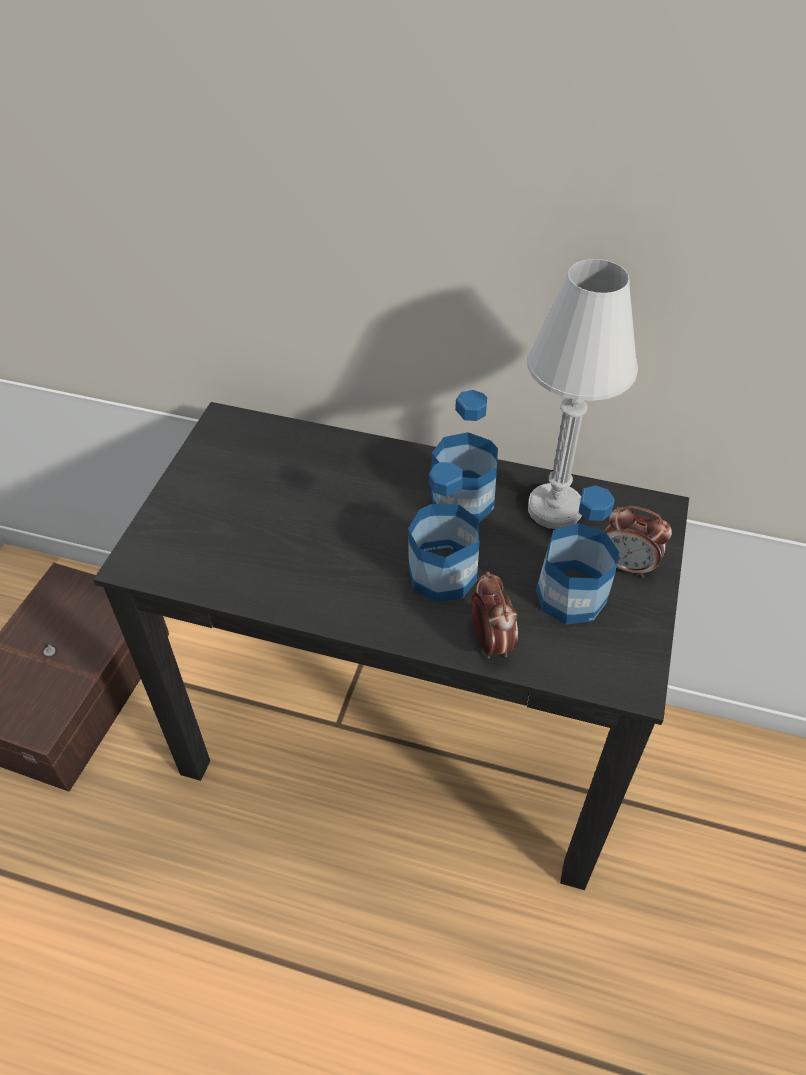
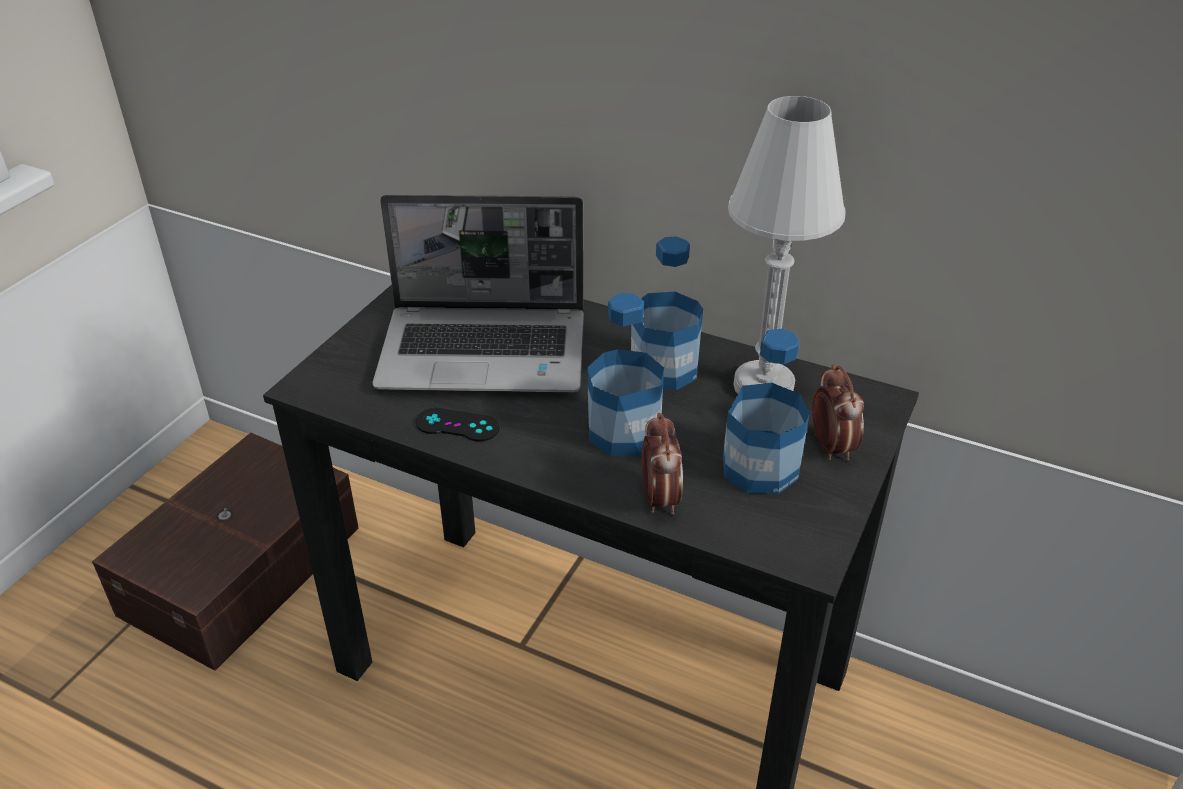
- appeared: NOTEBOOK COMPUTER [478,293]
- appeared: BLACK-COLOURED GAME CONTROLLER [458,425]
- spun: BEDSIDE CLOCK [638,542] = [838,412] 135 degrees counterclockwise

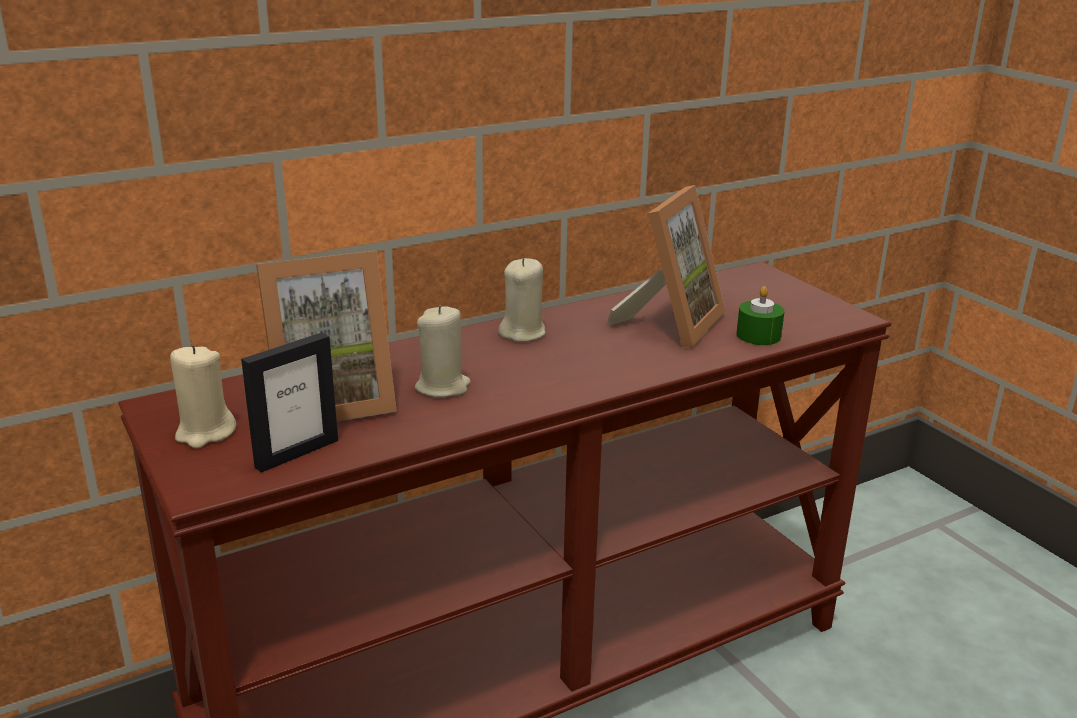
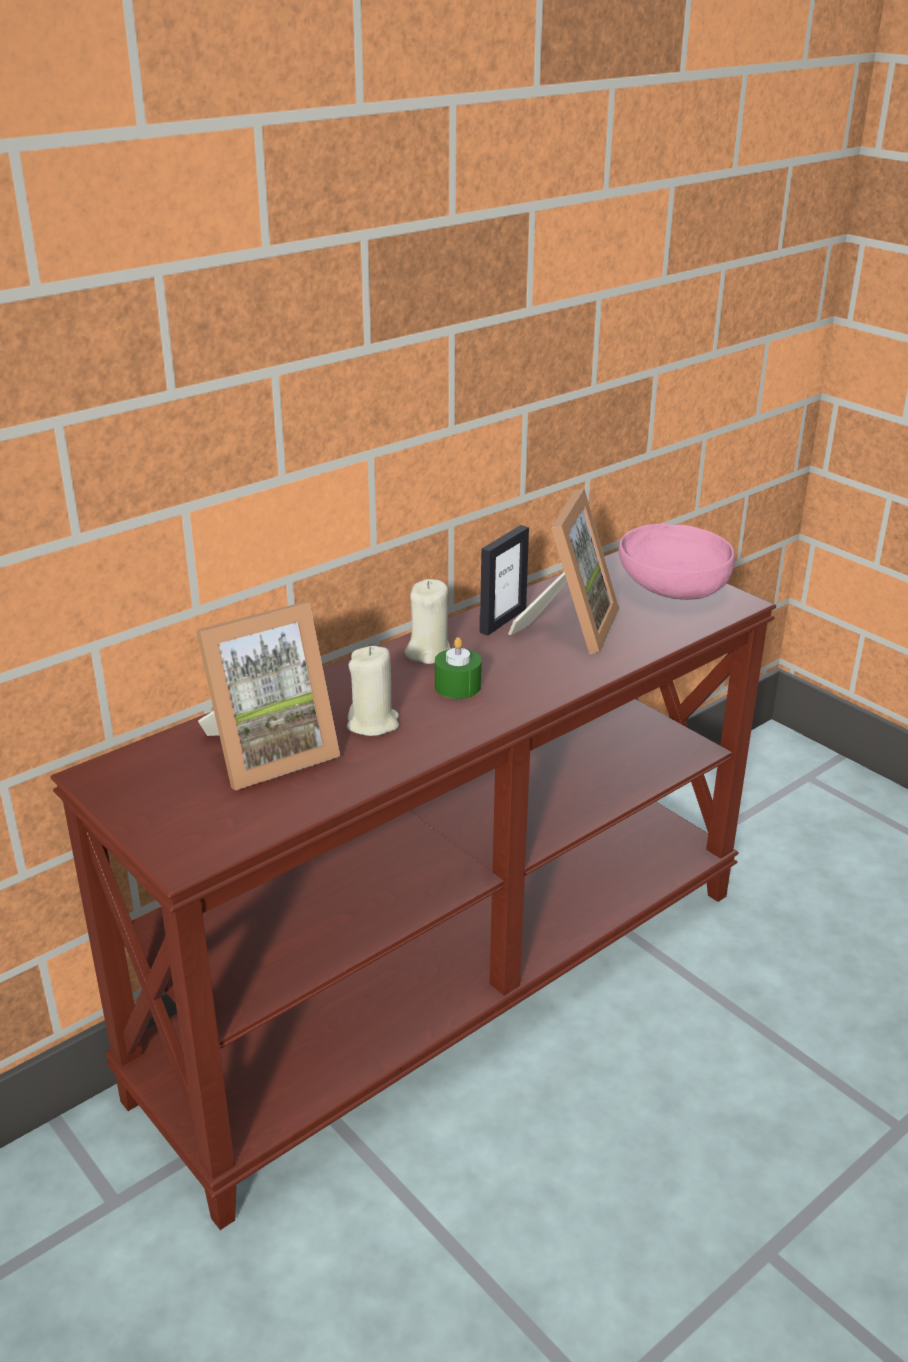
- missing: BEIGE WAX CANDLE [203,397]
- appeared: PINK SERVING BOWL [677,562]
- relocated: STANDING FRAME [289,402] to [504,580]
- relocated: GREENISH WAX CANDLE [761,315] to [458,668]

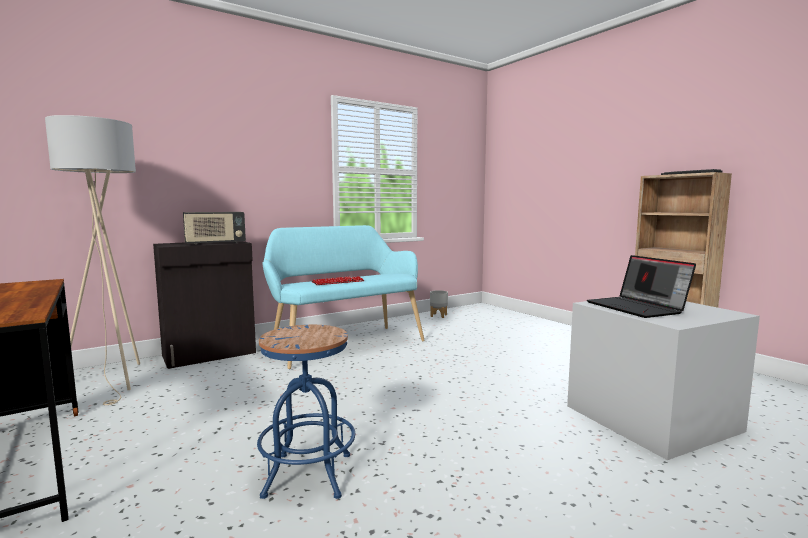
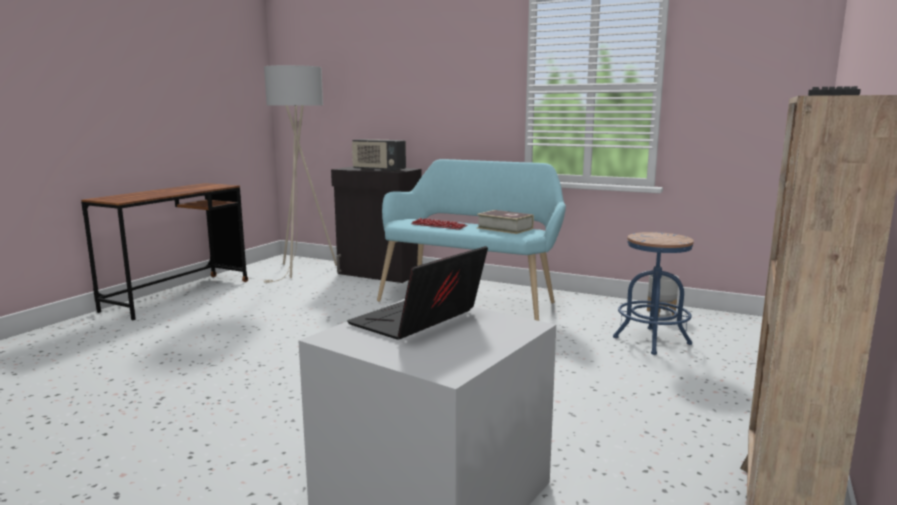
- appeared: BOUND BOOK [505,222]
- relocated: BLUE-COLOURED STOOL [306,412] to [653,293]

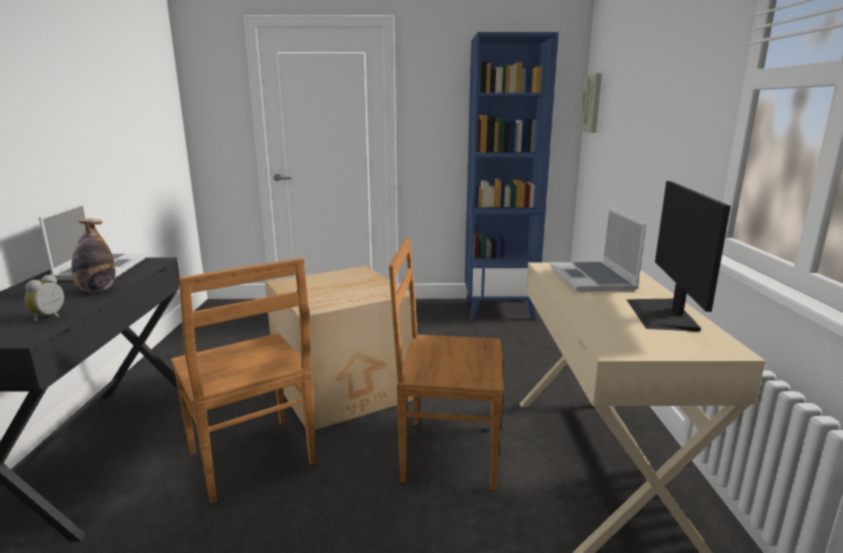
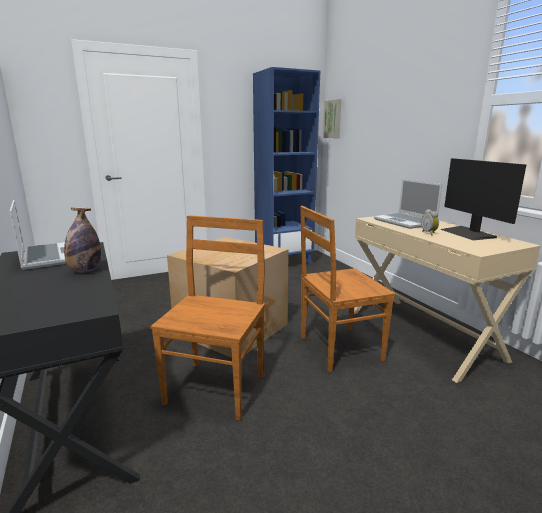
- relocated: BEDSIDE CLOCK [44,298] to [430,222]
- spun: BROWN-COLOURED UPRIGHT CHAIR [243,380] = [207,317] 105 degrees counterclockwise

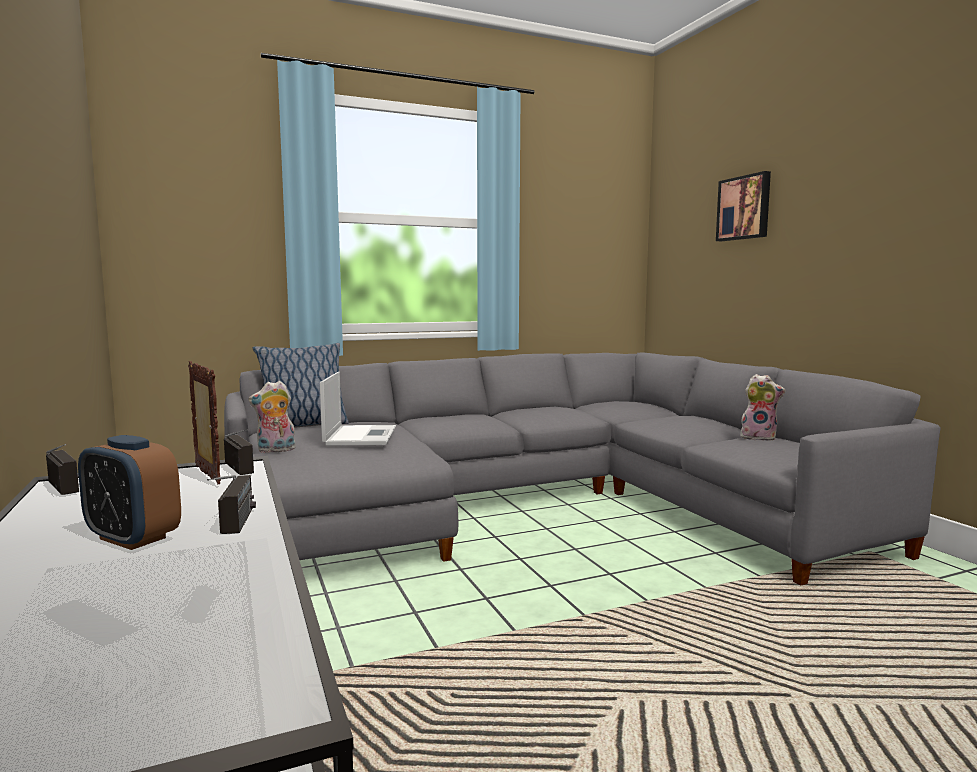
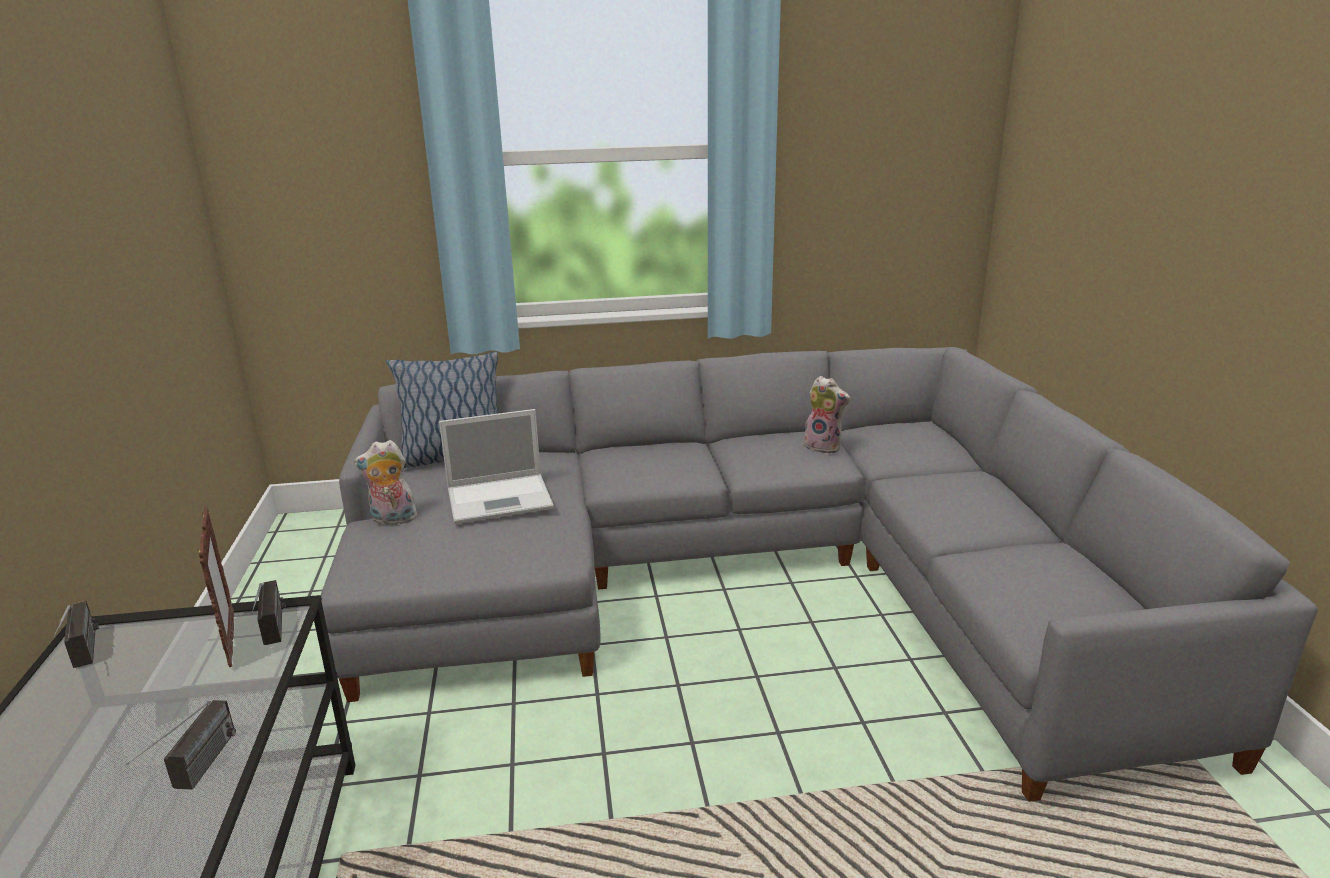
- missing: BEDSIDE CLOCK [129,492]
- missing: WALL ART [743,206]
- relocated: CUDDLY TOY [762,407] to [826,415]
- spun: NOTEBOOK COMPUTER [358,408] = [496,466] 60 degrees clockwise

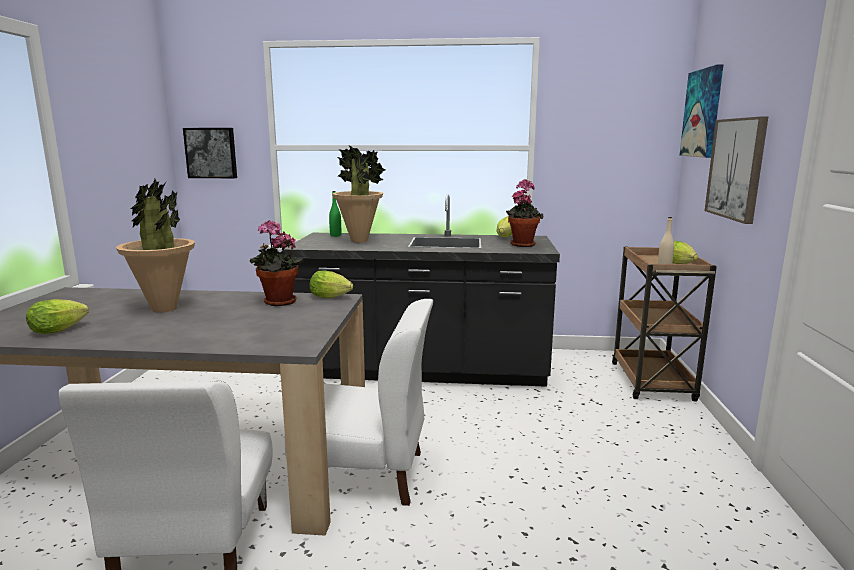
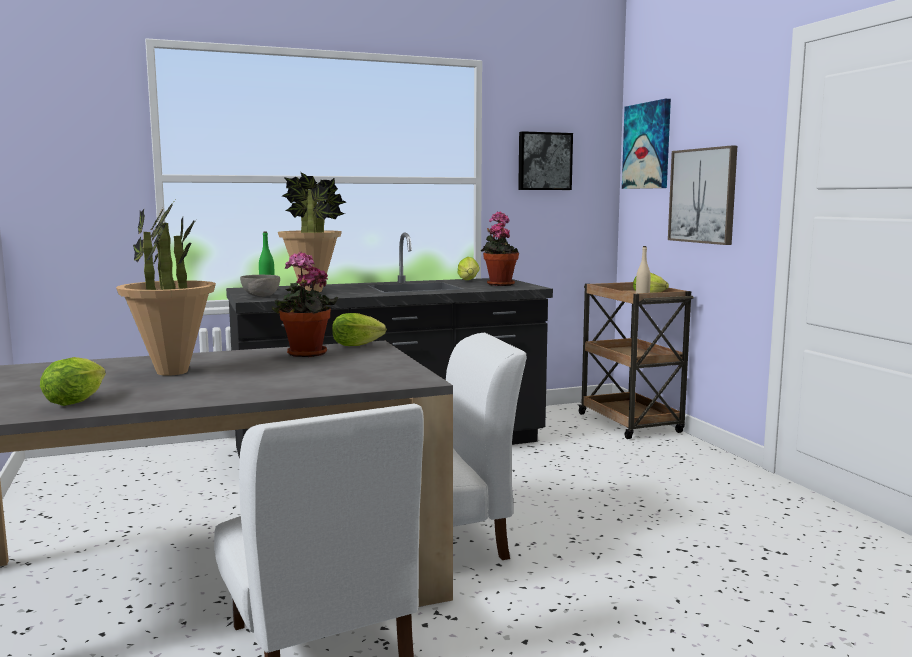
- appeared: GREY SERVING BOWL [260,286]
- relocated: WALL ART [210,153] to [545,160]

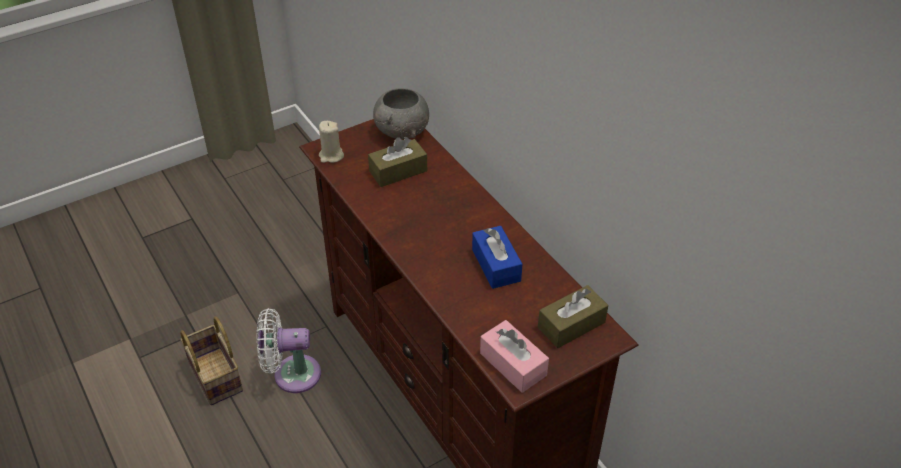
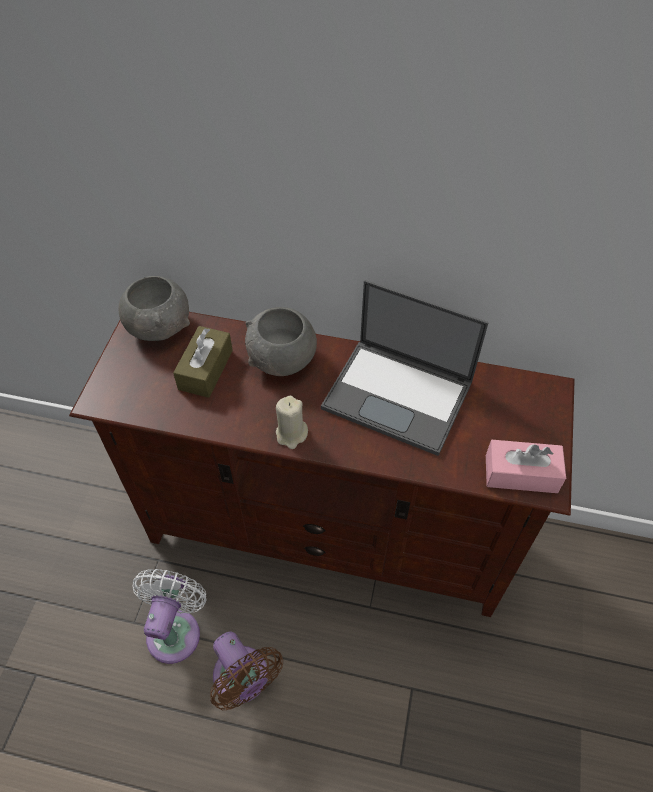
- missing: STORAGE BASKET [211,360]
- missing: BROWN-COLOURED TISSUE HOLDER [573,316]
- appeared: BROWN-COLOURED COOLING FAN [246,670]
- appeared: GREY SERVING BOWL [281,341]
- relocated: BEIGE WAX CANDLE [331,142] to [292,422]
- exchanged: BLUE-COLOURED TISSUE HOLDER [497,257] to NOTEBOOK COMPUTER [405,368]
- spun: WHITE COOLING FAN [289,350] = [169,616] 150 degrees clockwise

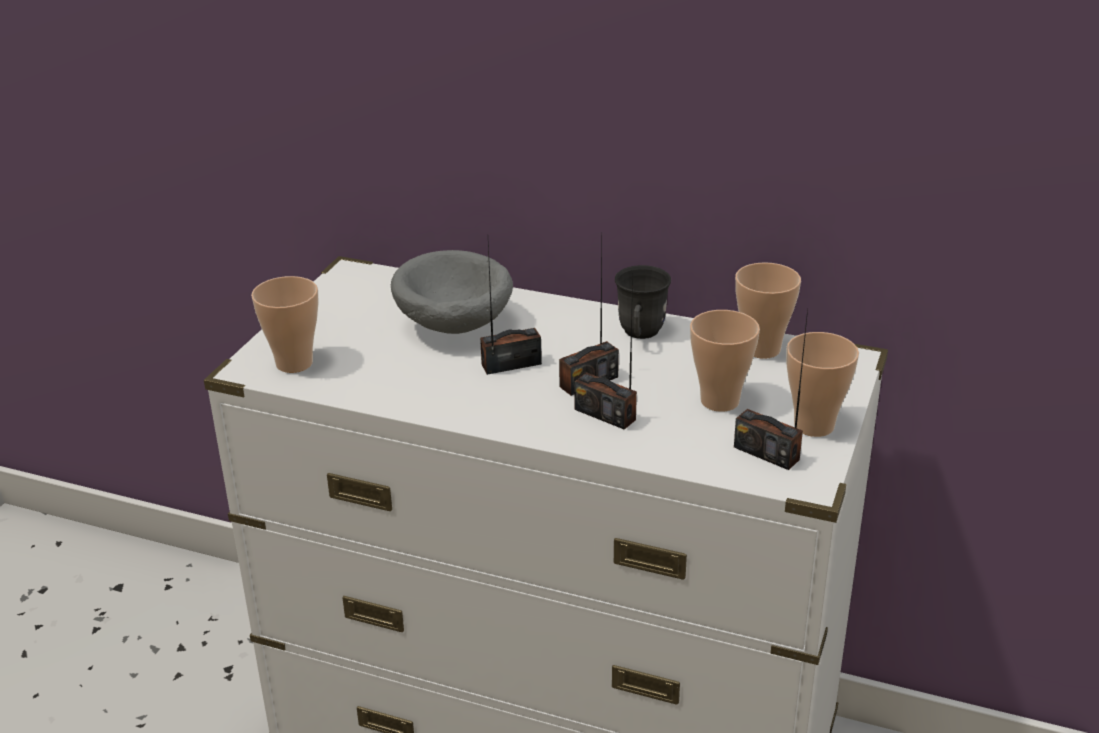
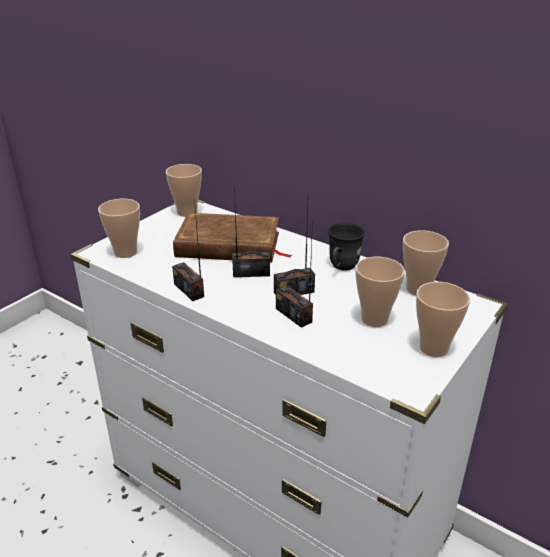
- appeared: DRINKING CUP [184,190]
- relocated: RADIO RECEIVER [771,389] to [188,250]
- exchanged: GREY SERVING BOWL [452,292] to BROWN-COLOURED BOUND BOOK [232,237]

